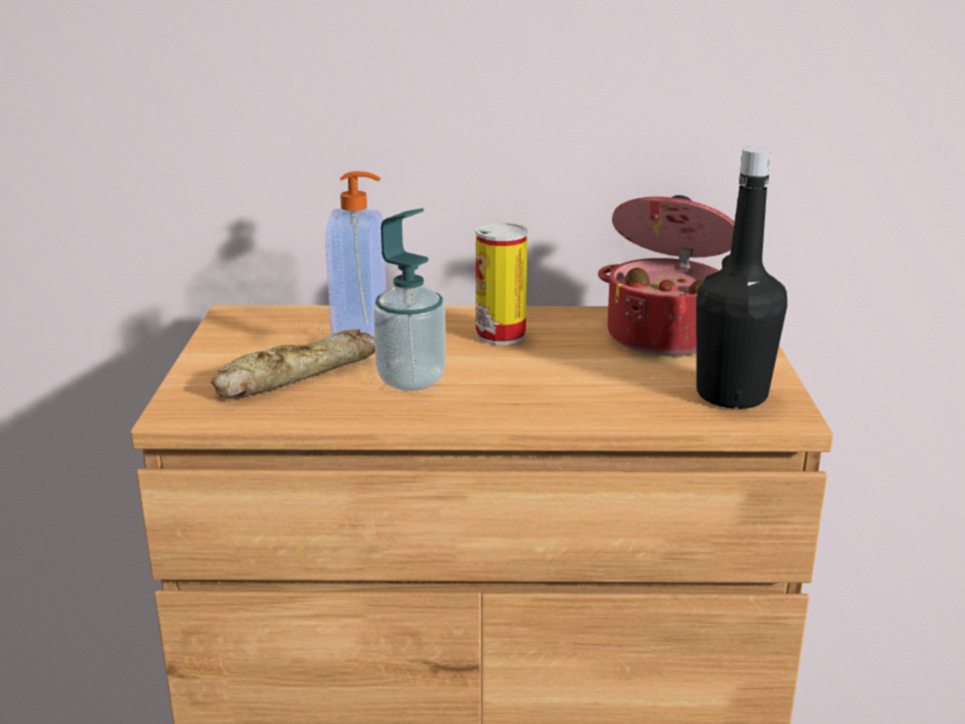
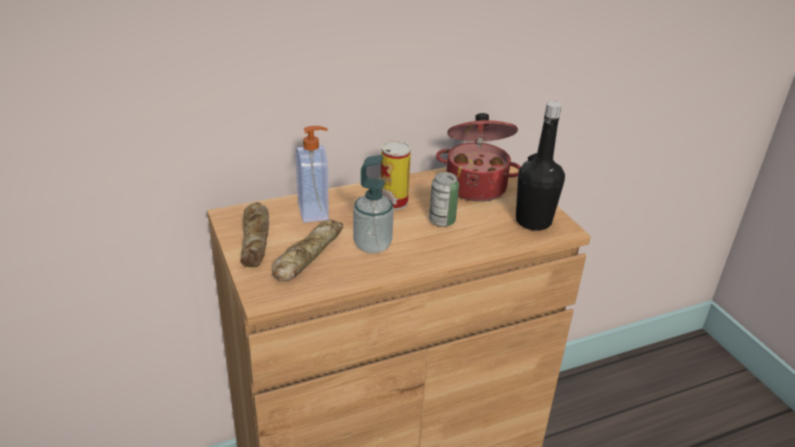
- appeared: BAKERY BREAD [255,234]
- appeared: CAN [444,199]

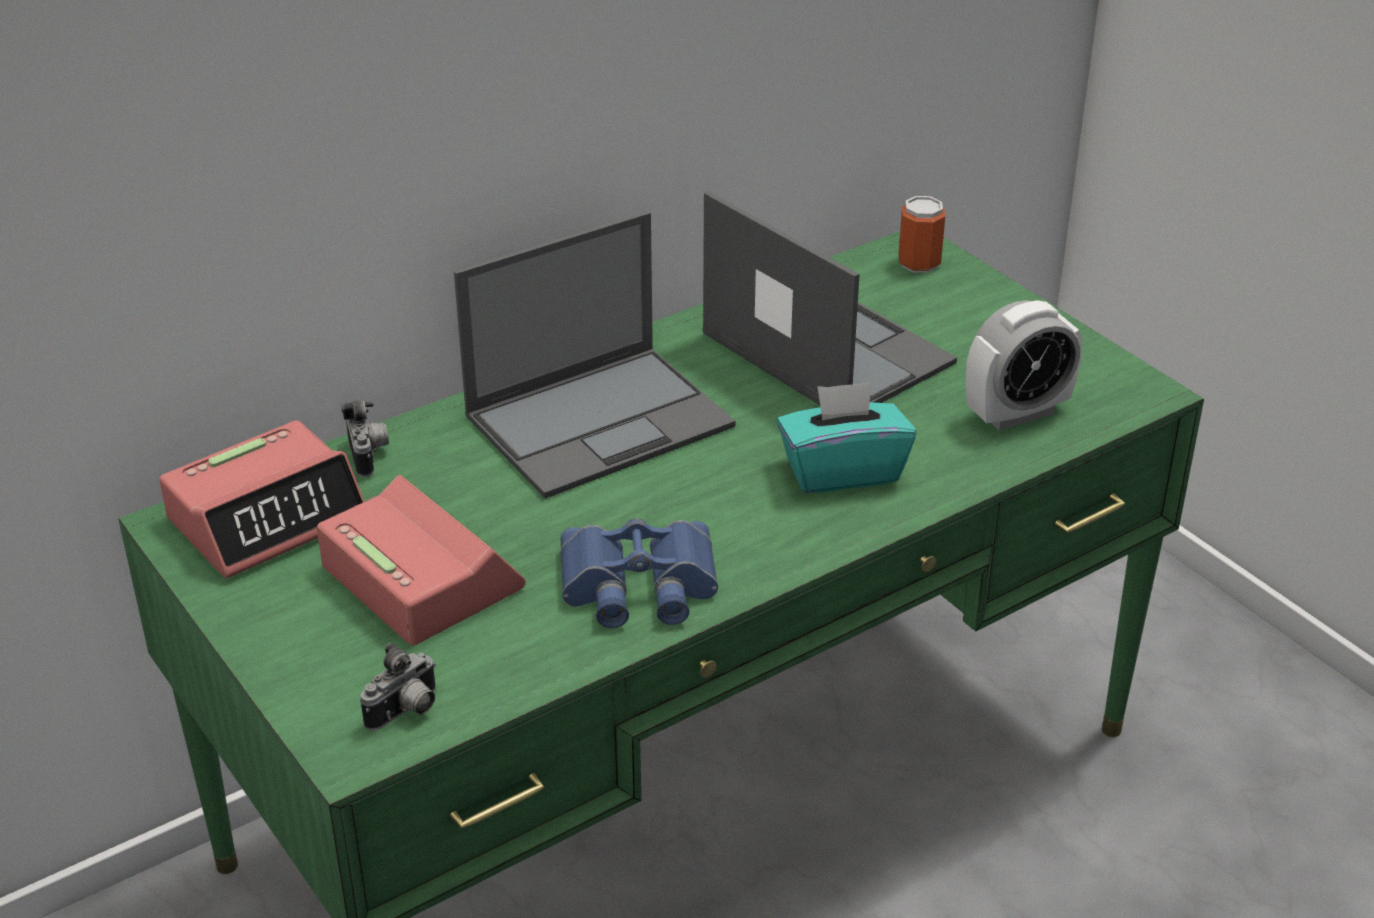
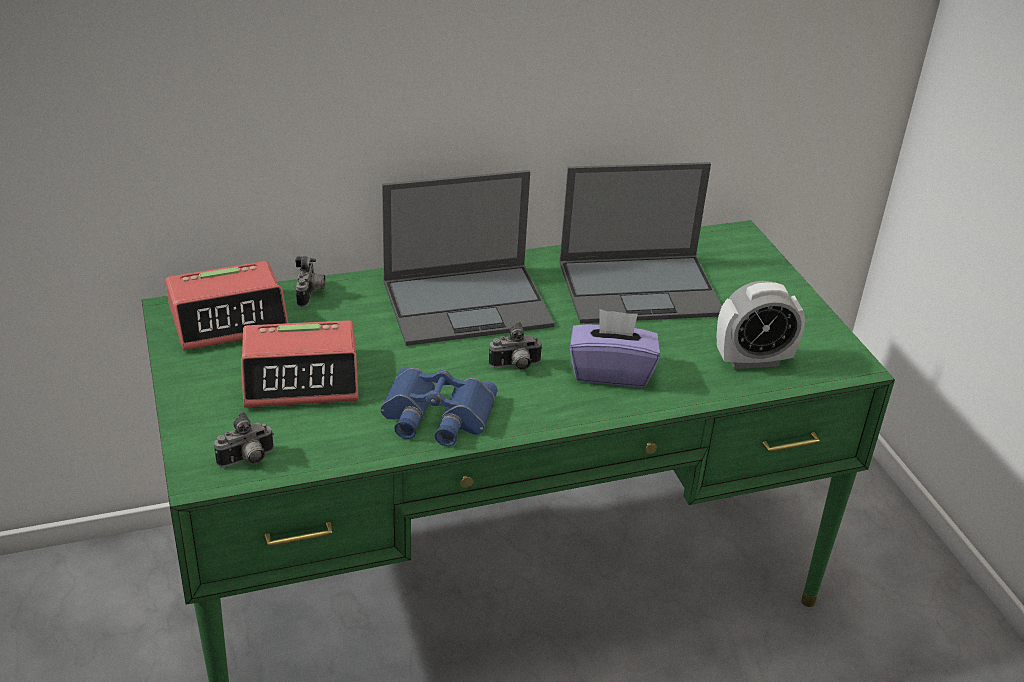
- missing: CAN [921,234]
- appeared: STILL CAMERA [516,346]
- colour: BLUE-GREEN TISSUE HOLDER [846,437] to PURPLE TISSUE HOLDER [615,348]
- spun: BEDSIDE CLOCK [421,560] = [300,363] 105 degrees clockwise
- spun: NOTEBOOK COMPUTER [830,298] = [640,243] 105 degrees clockwise

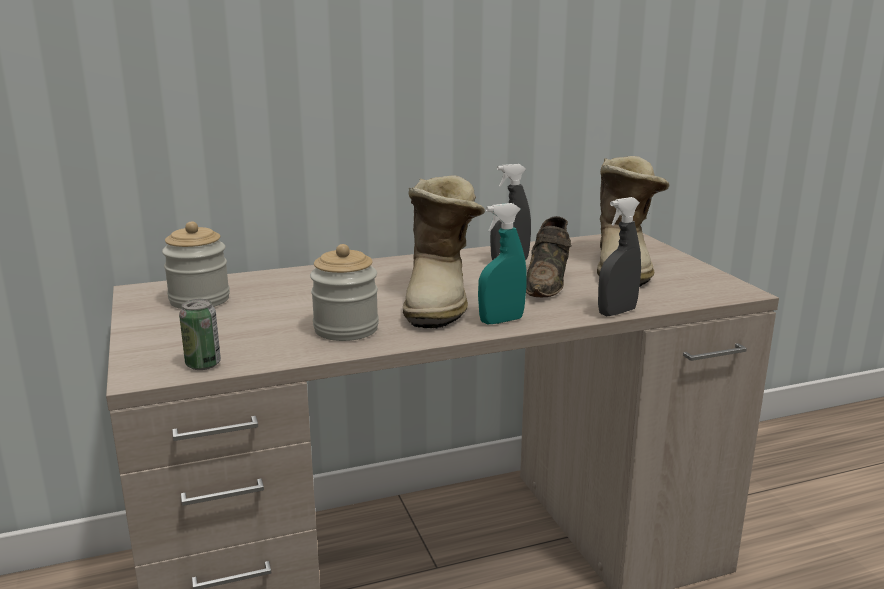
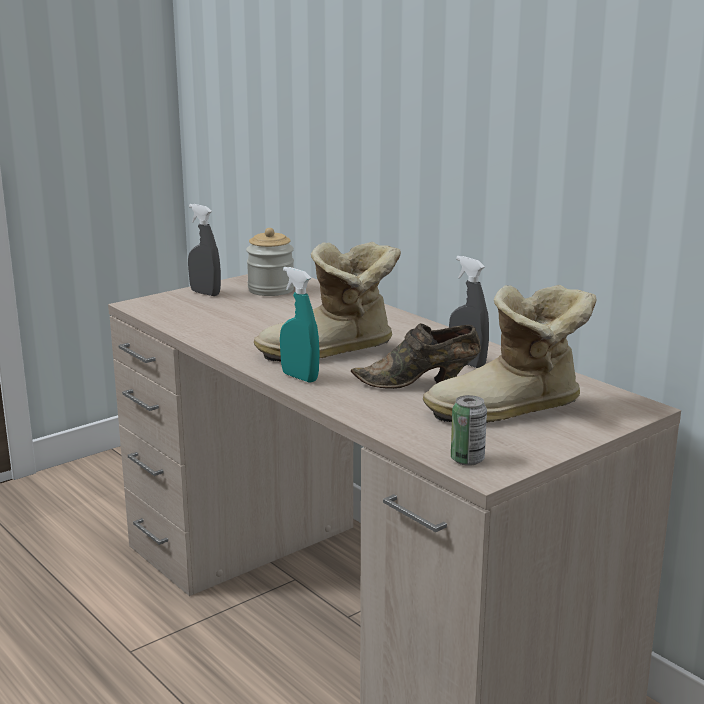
- missing: PRESERVE JAR [344,292]
- relocated: CAN [200,334] to [469,430]
- relocated: GREY HAND SPRAYER [619,256] to [204,250]

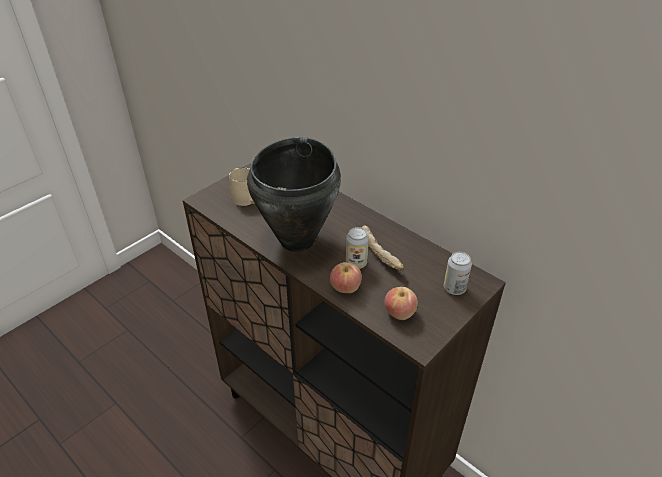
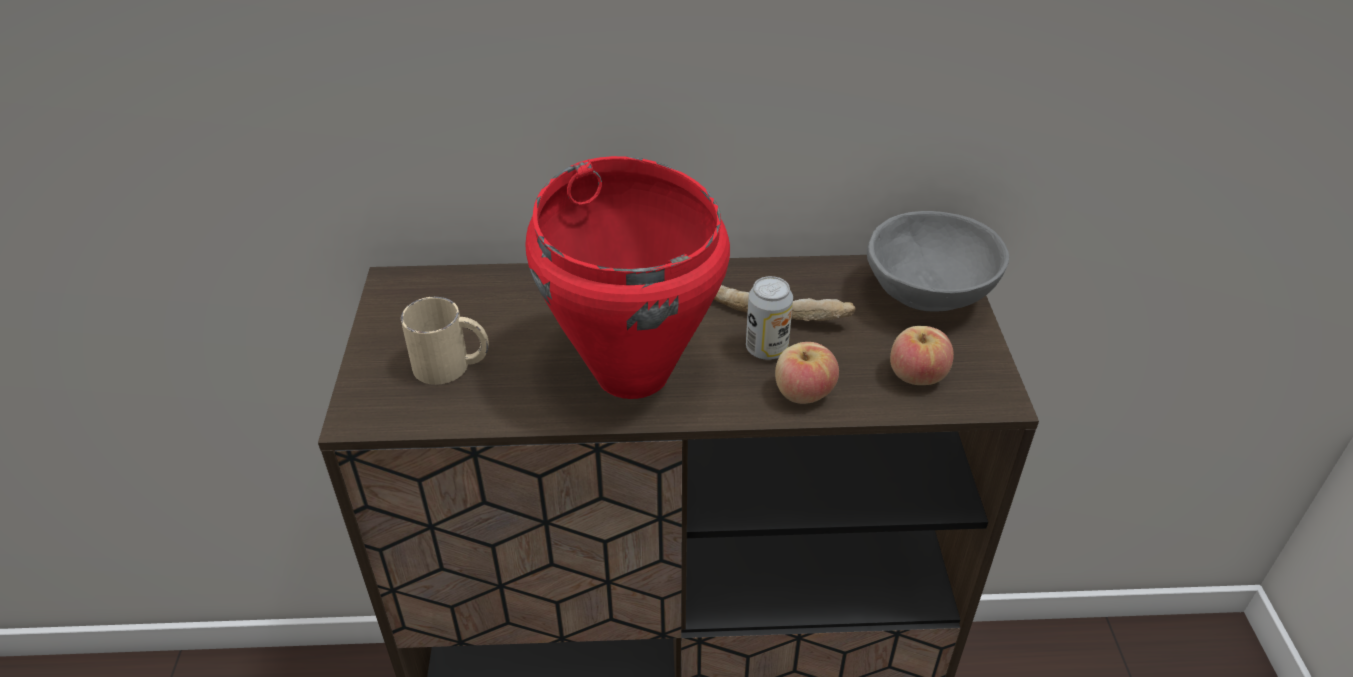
- exchanged: CAN [458,273] to GREY SERVING BOWL [938,261]
- colour: BLACK-COLOURED SAUCEPOT [294,194] to RED-COLOURED SAUCEPOT [627,277]

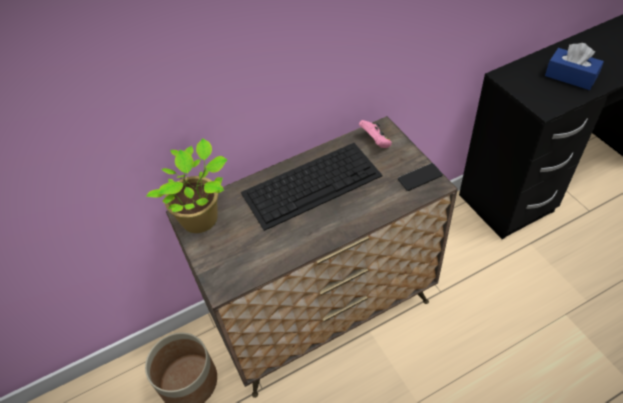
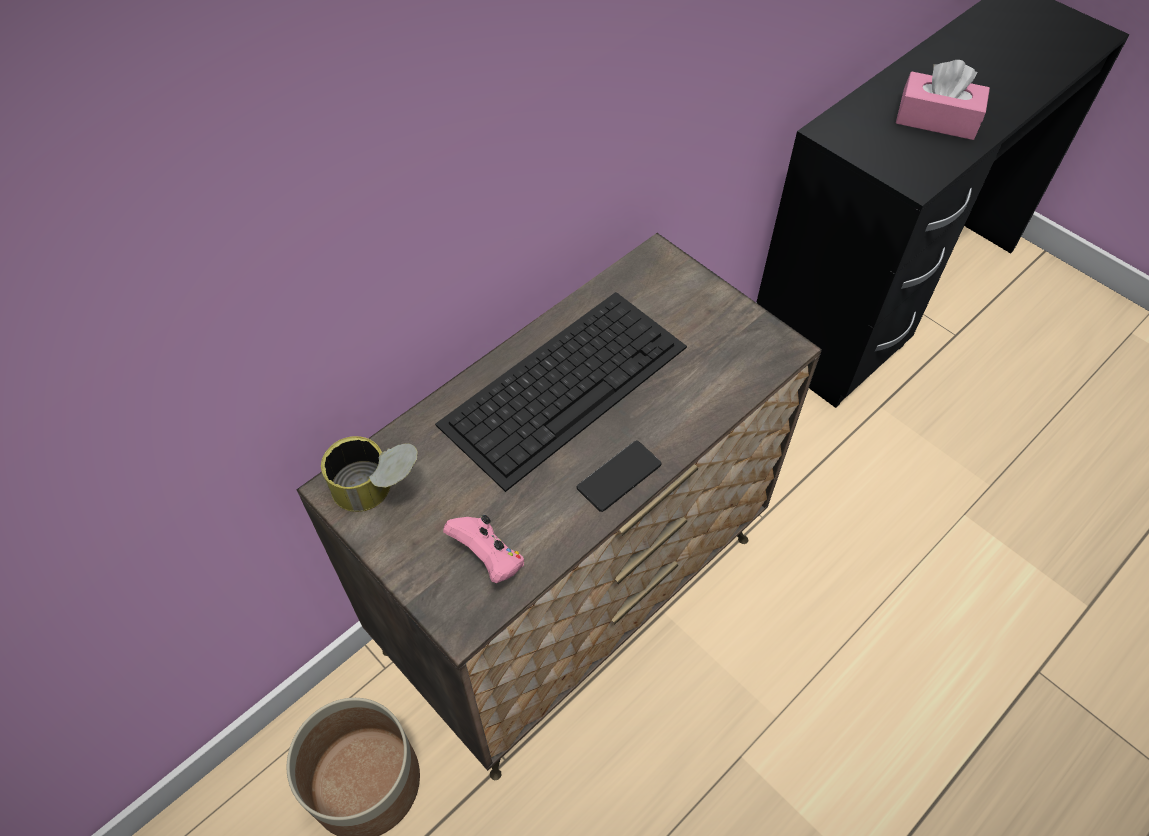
- relocated: PINK GAME CONTROLLER [375,134] to [483,549]
- relocated: TELEPHONE [420,177] to [619,476]
- exchanged: POTTED PLANT [186,185] to CAN [369,474]
- colour: BLUE-COLOURED TISSUE HOLDER [574,66] to PINK TISSUE HOLDER [943,100]

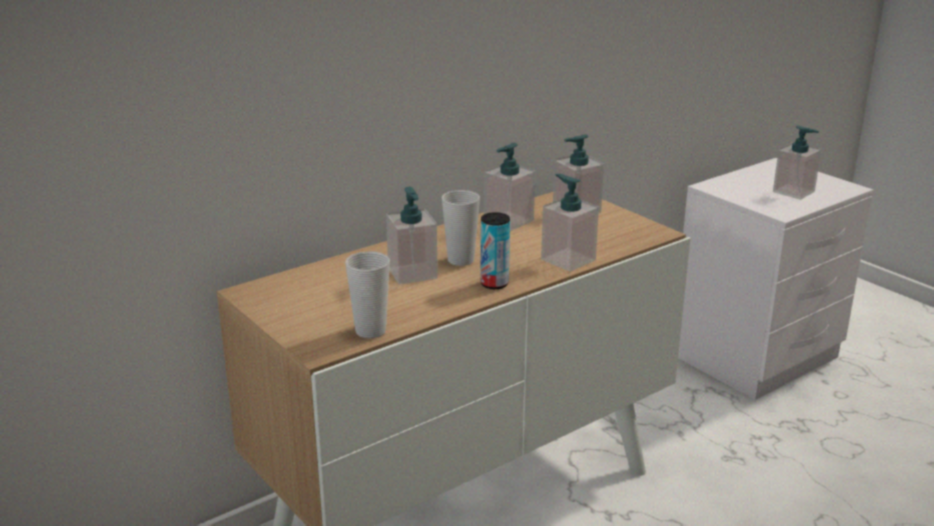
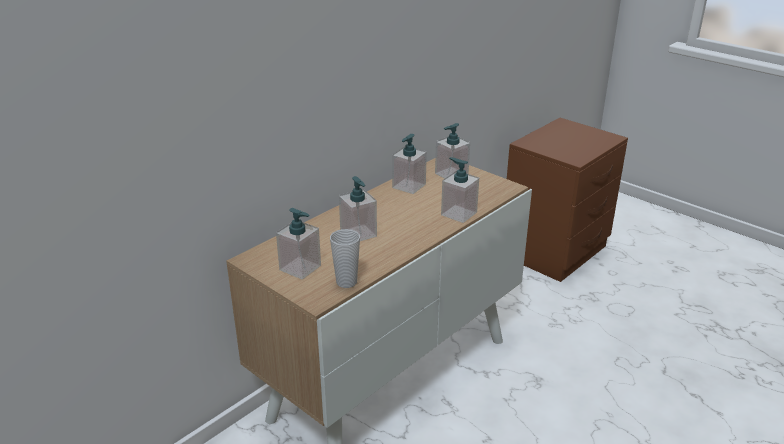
- missing: DRINKING CUP [461,228]
- missing: CAN [495,250]
- relocated: SOAP DISPENSER [797,162] to [298,243]
- colour: WHITE BEDSIDE TABLE [775,279] to BROWN-COLOURED BEDSIDE TABLE [567,200]

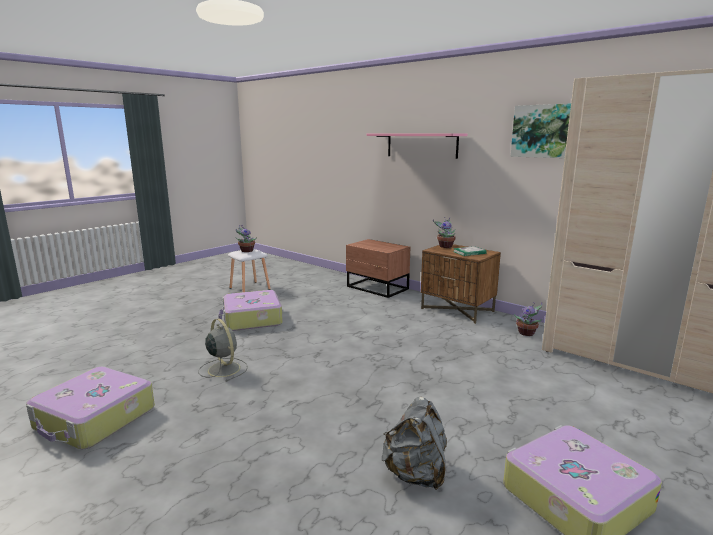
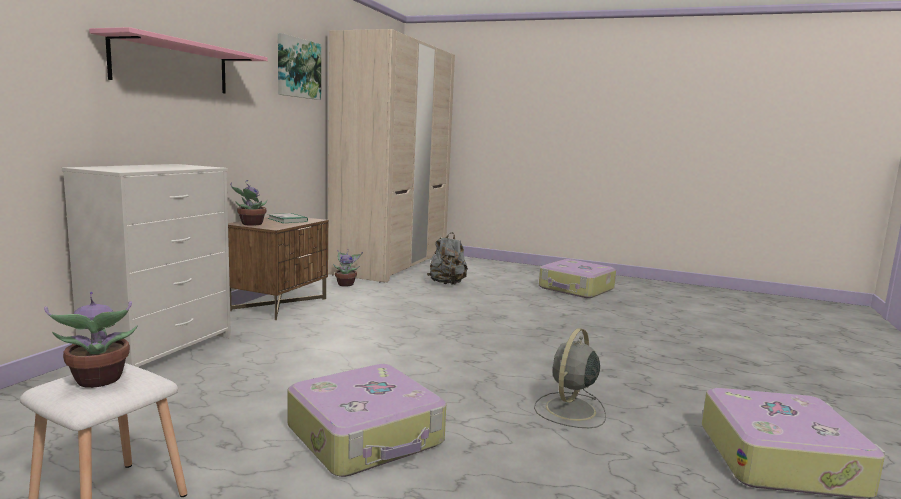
- relocated: GREY RUCKSACK [414,443] to [447,258]
- exchanged: BROWN-COLOURED BEDSIDE TABLE [378,268] to WHITE DRESSER [146,265]

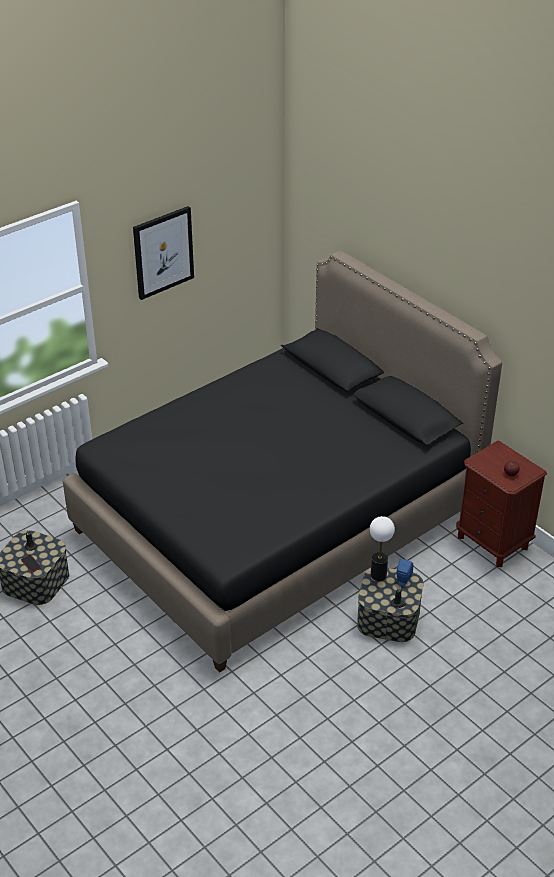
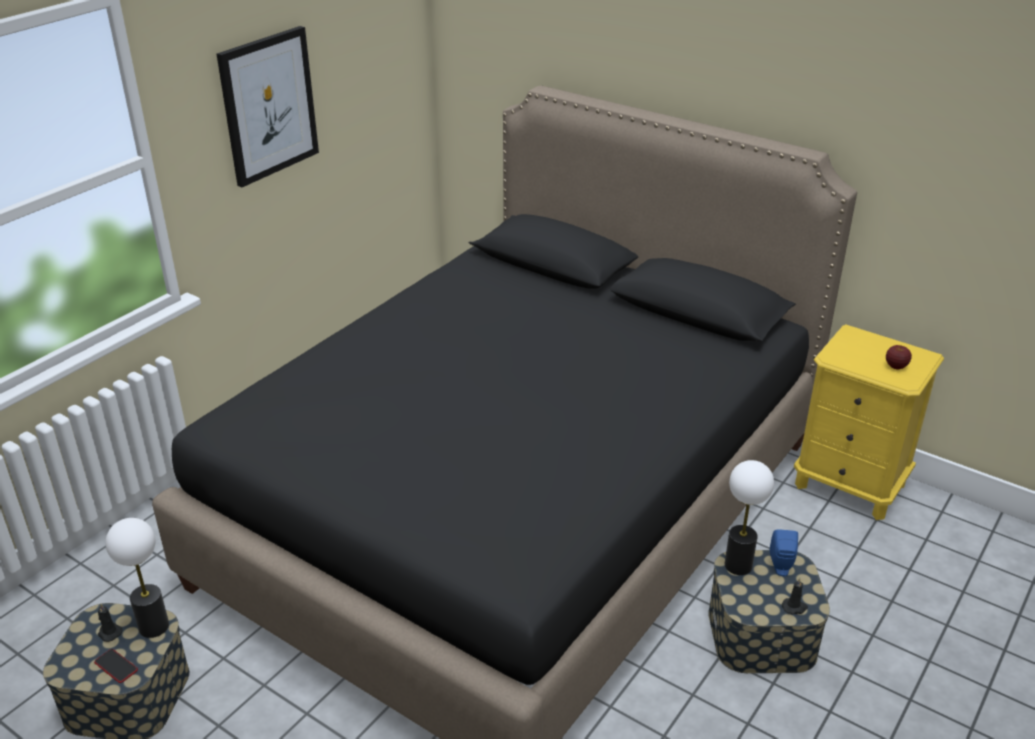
- appeared: TABLE LAMP [137,578]
- colour: BROWN-COLOURED BEDSIDE TABLE [501,503] to YELLOW-COLOURED BEDSIDE TABLE [869,422]

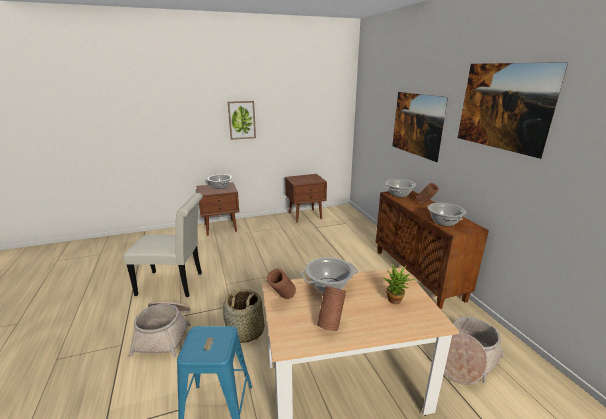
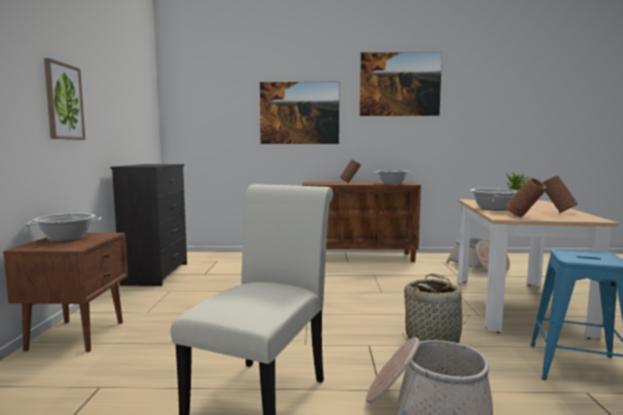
- missing: SAUCEPOT [400,188]
- exchanged: BROWN-COLOURED BEDSIDE TABLE [306,198] to BLACK-COLOURED DRESSER [148,225]

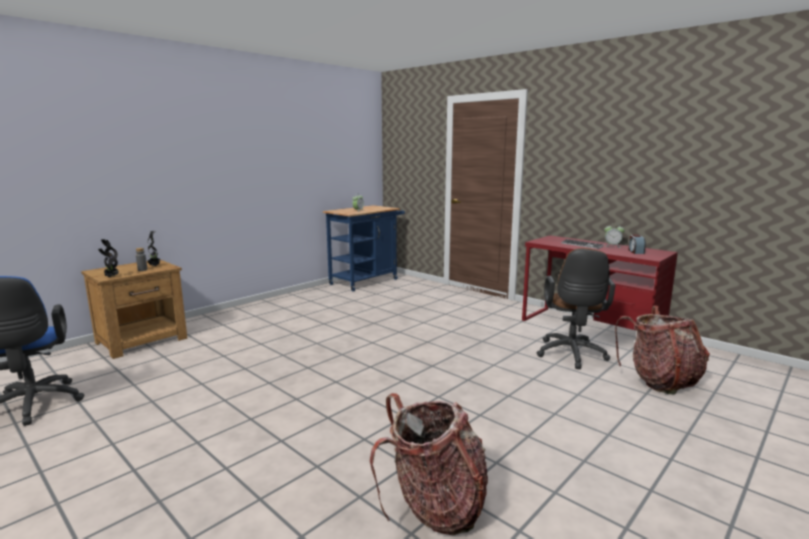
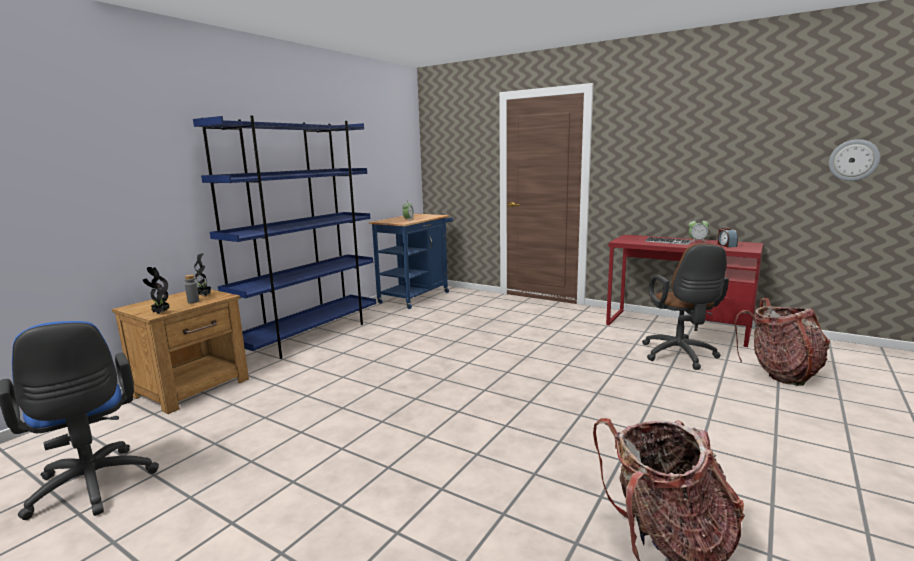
- appeared: BLUE-COLOURED BOOKSHELF [284,237]
- appeared: WALL CLOCK [854,160]

